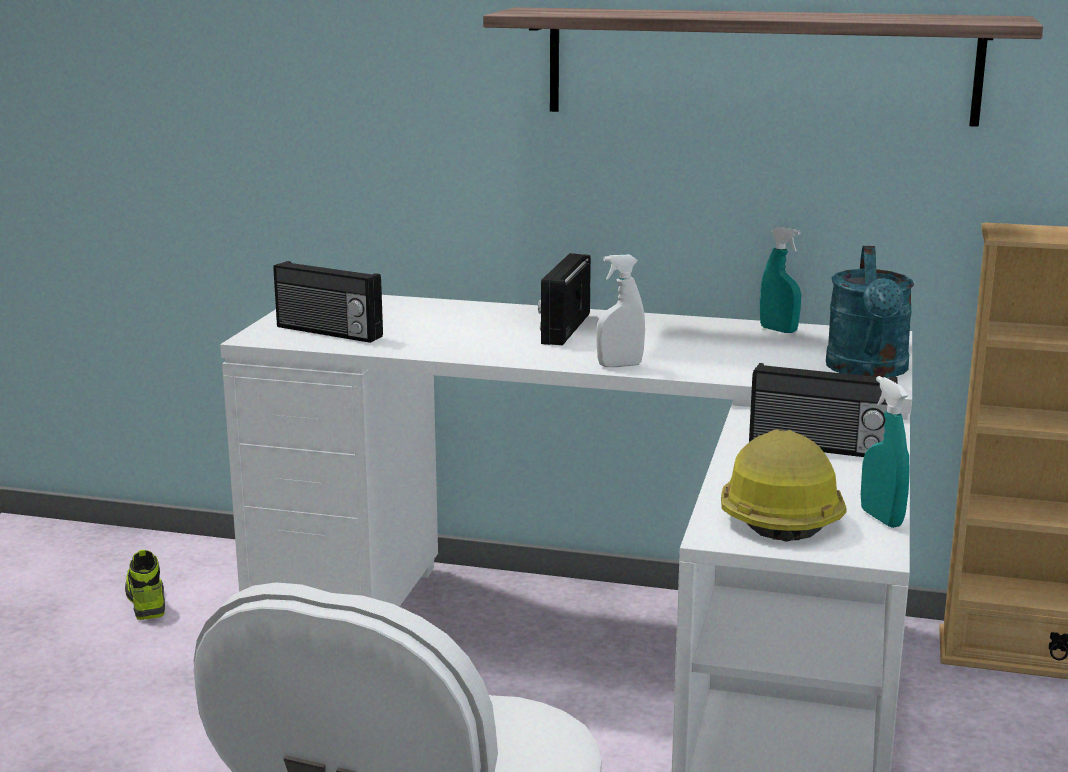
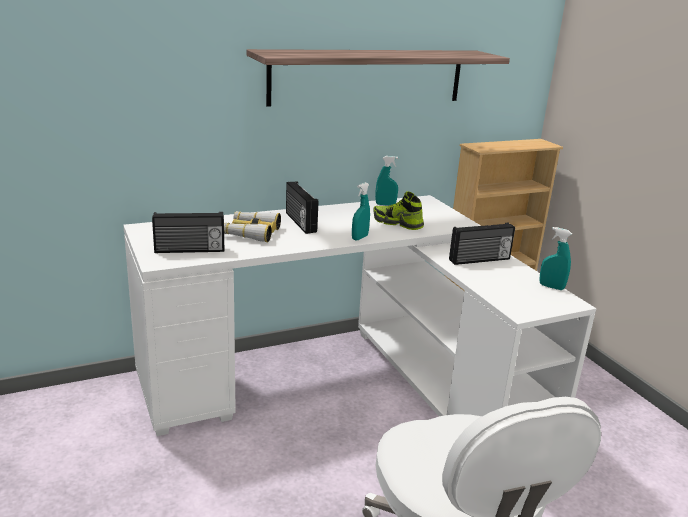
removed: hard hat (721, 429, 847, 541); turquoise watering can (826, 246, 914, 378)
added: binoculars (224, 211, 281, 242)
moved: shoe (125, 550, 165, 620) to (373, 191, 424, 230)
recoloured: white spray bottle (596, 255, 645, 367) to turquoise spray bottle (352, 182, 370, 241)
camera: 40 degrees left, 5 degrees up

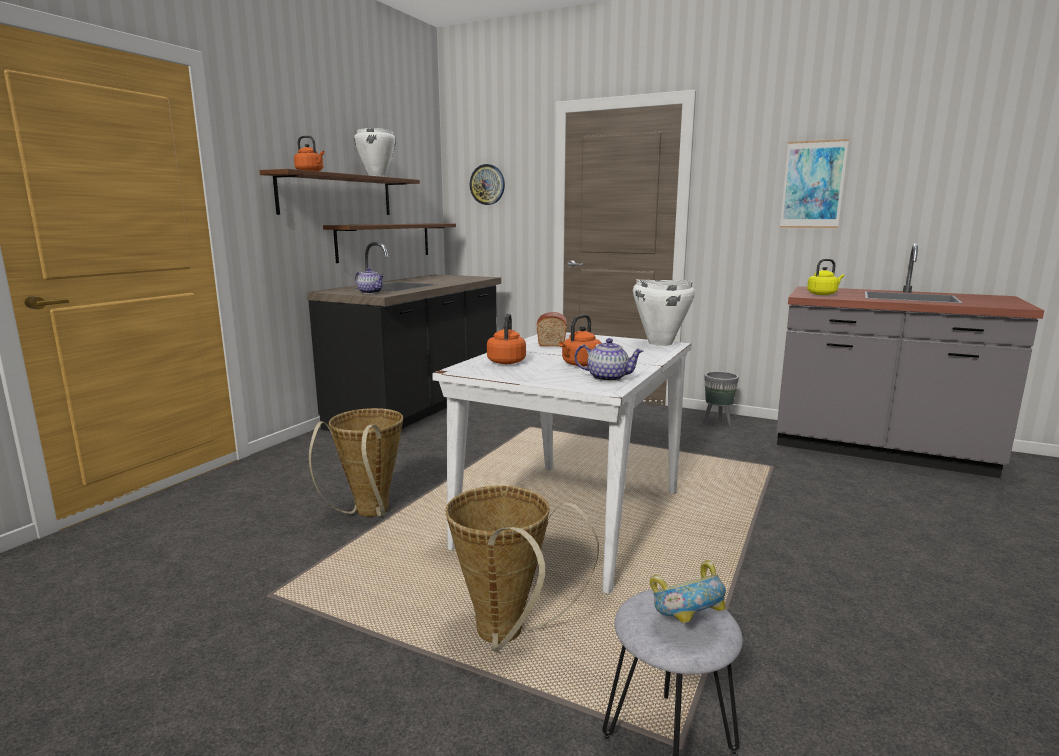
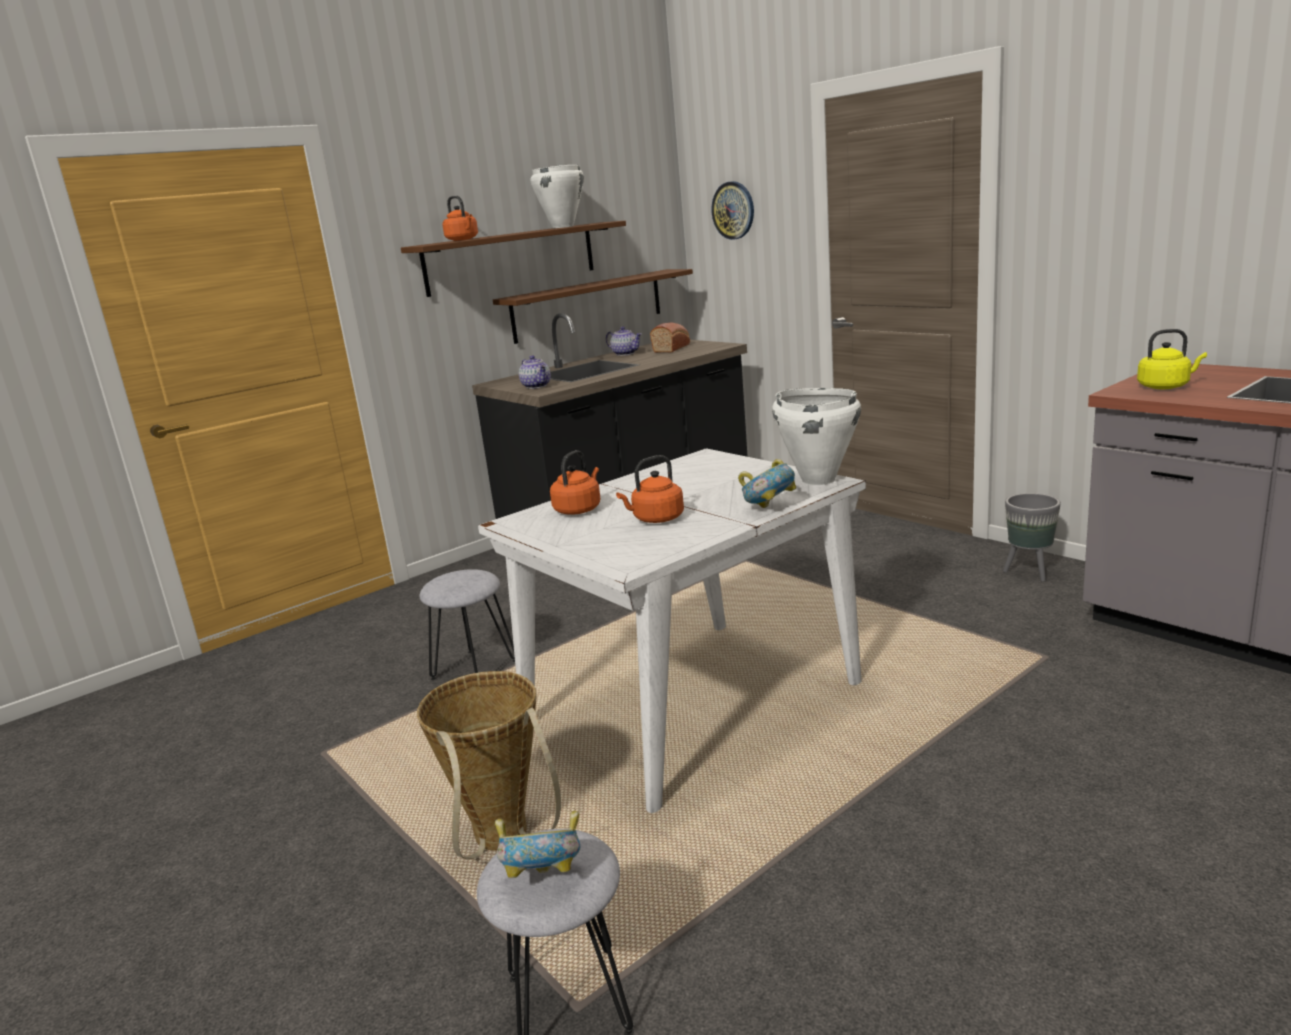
removed: picture (780, 139, 849, 228)
added: bowl (738, 459, 796, 508)
moved: bread (537, 312, 567, 347) to (650, 323, 690, 353); teapot (574, 338, 644, 382) to (606, 327, 641, 356)
replaced: basket (309, 408, 403, 517) to grey stool (420, 569, 515, 680)
camera: 25 degrees right, 5 degrees up

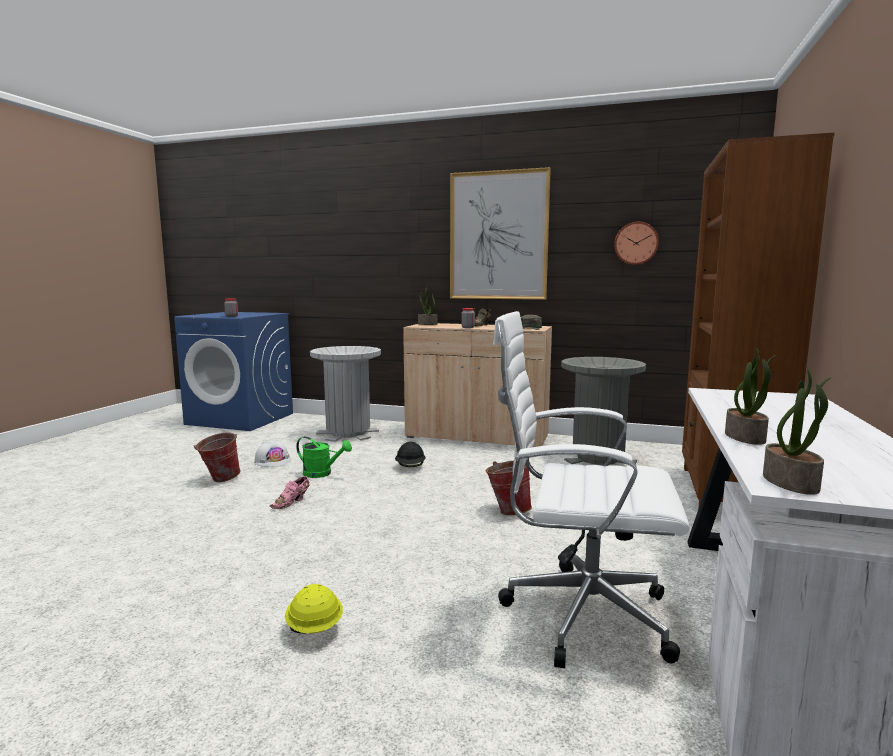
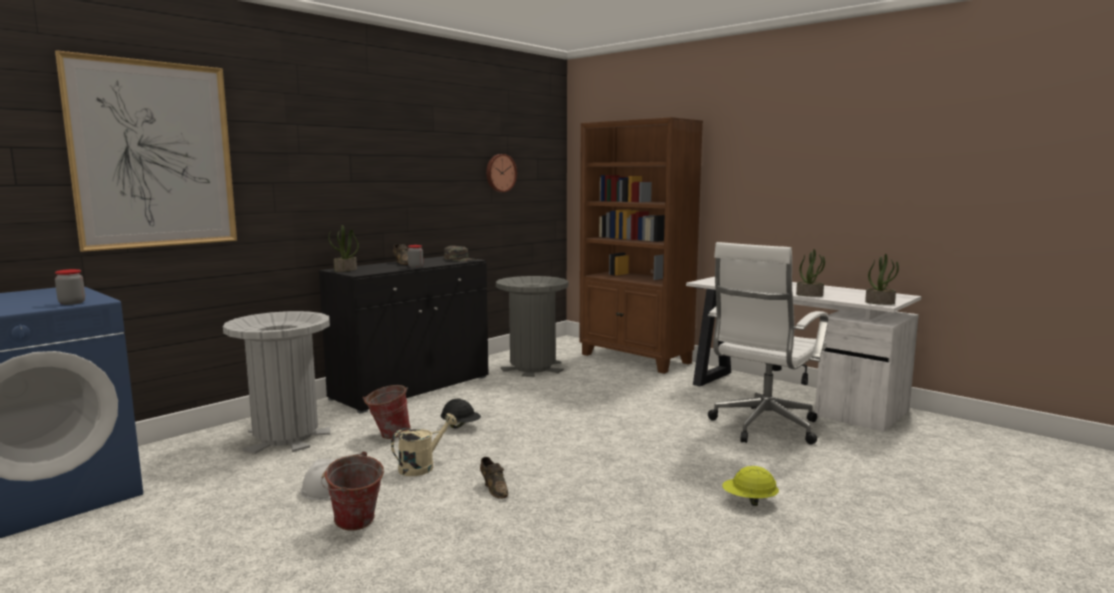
moved: picture (450, 167, 551, 300) to (55, 50, 237, 252); bucket (485, 461, 533, 515) to (363, 385, 411, 439)
recoloured: pink shoe (270, 476, 310, 509) to brown shoe (480, 457, 508, 499); green watering can (296, 437, 352, 478) to beige watering can (391, 413, 457, 476); beige cabinet (403, 323, 552, 447) to black cabinet (319, 256, 488, 414)
camera: 65 degrees left, 0 degrees up

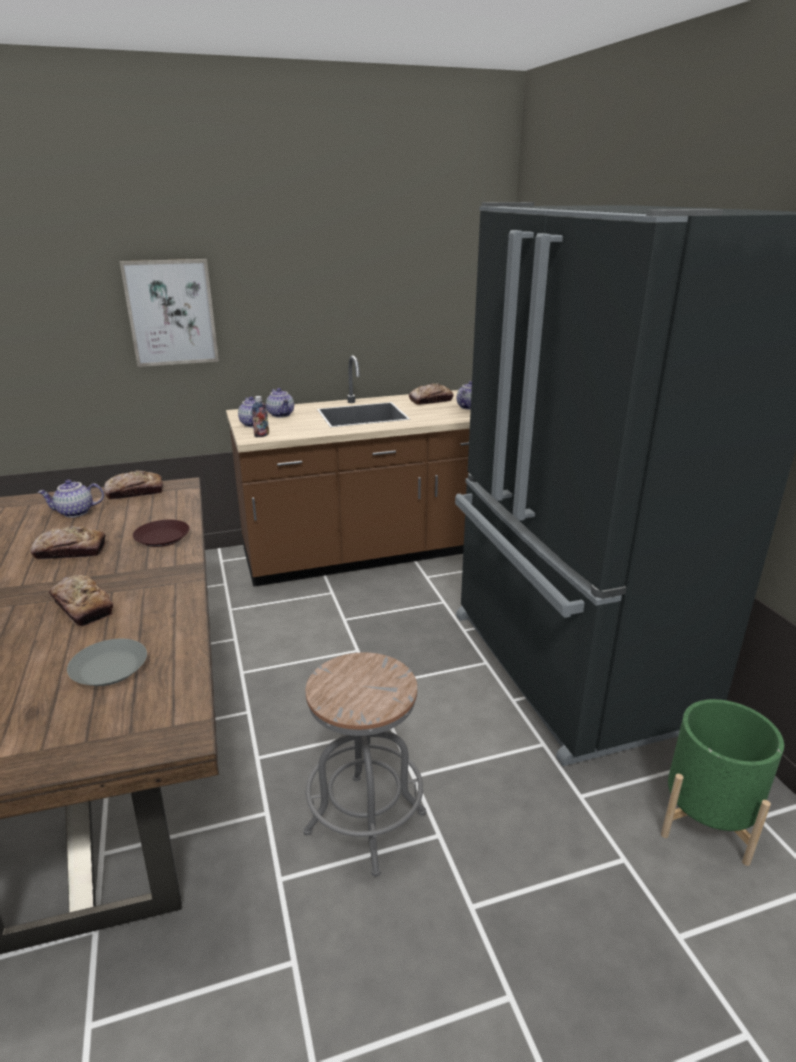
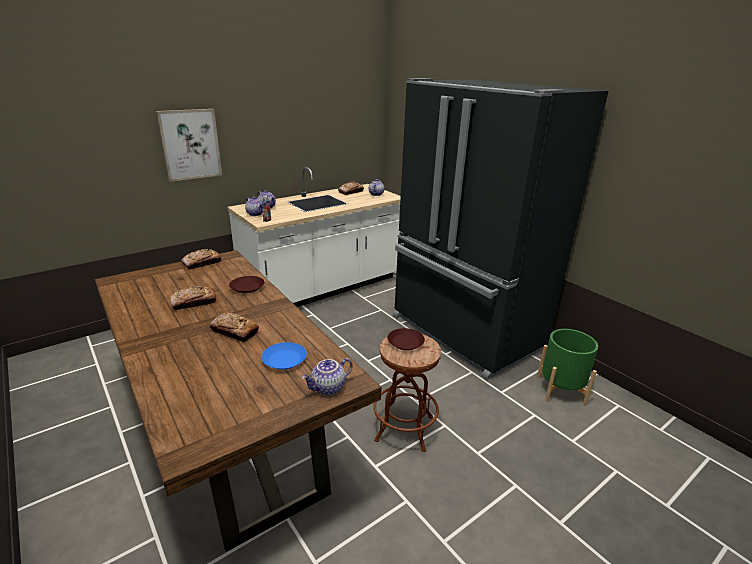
added: brown plate (387, 328, 425, 350)
moved: teapot (37, 480, 104, 517) to (302, 358, 353, 395)
recoloured: grey plate (67, 639, 147, 686) to blue plate (261, 342, 307, 370); brown counter (226, 356, 471, 587) to white counter (227, 167, 401, 307); grey stool (303, 653, 426, 877) to brown stool (373, 334, 441, 452)
camera: 20 degrees left, 0 degrees up

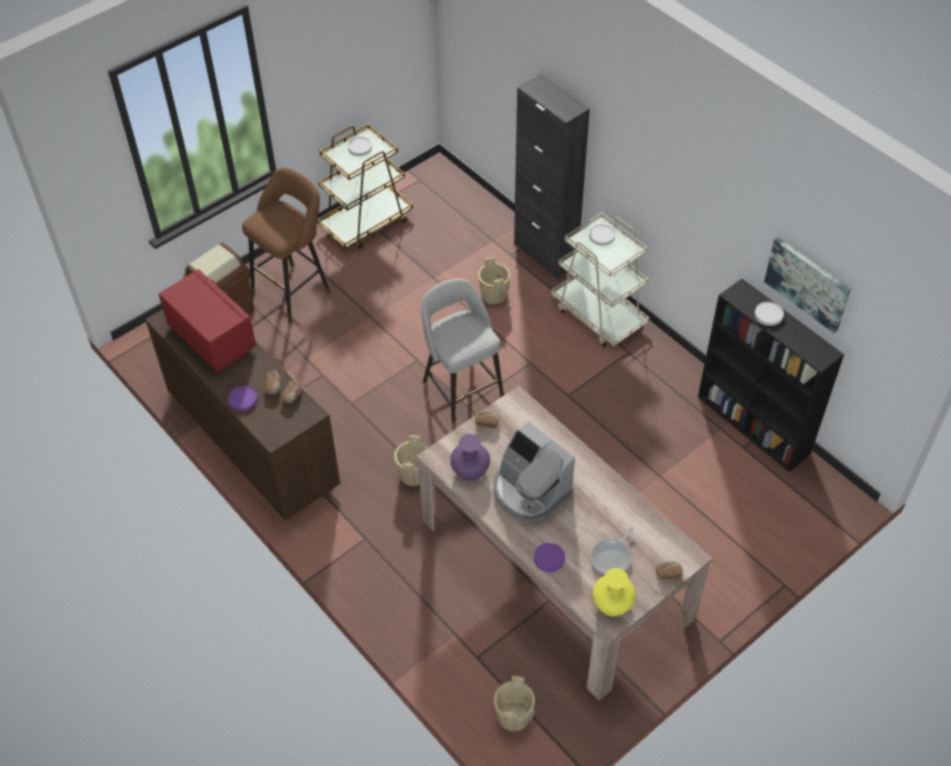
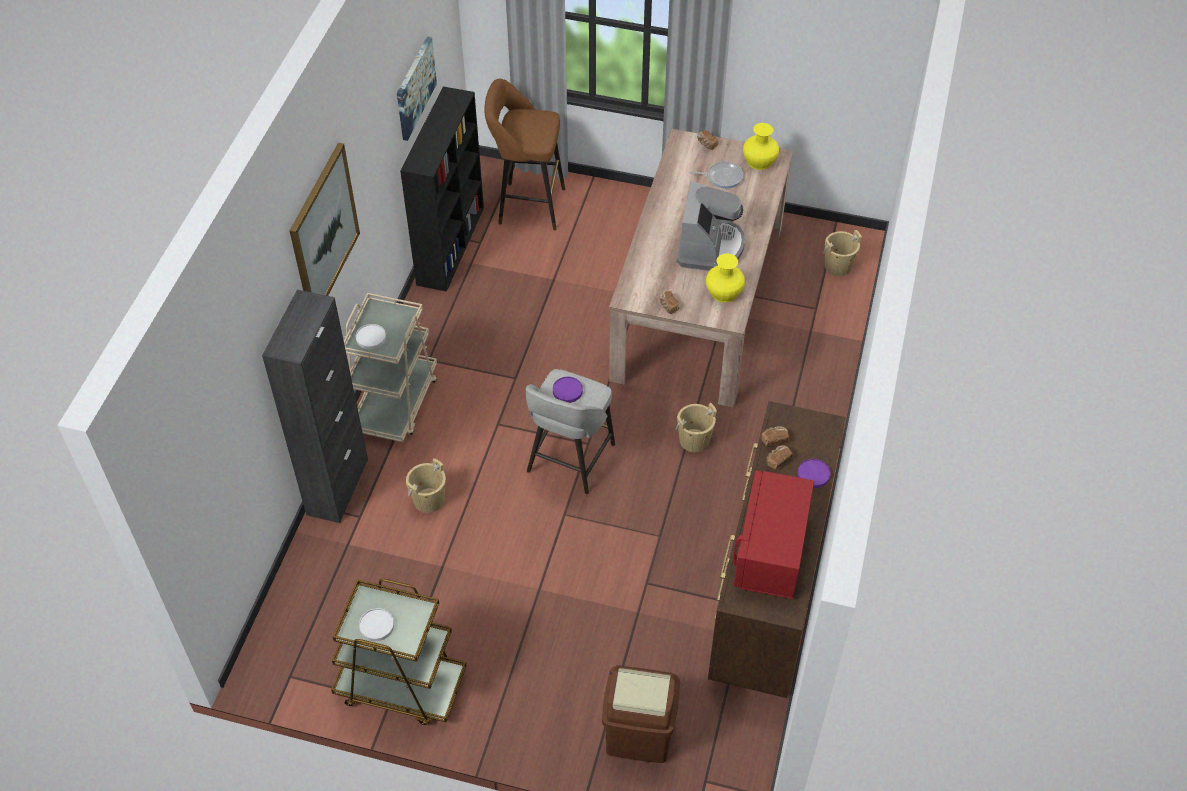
removed: white plate (755, 302, 784, 326)
added: picture (289, 143, 360, 296)
moved: brown stool (242, 168, 330, 323) to (485, 79, 565, 230); purple plate (534, 543, 565, 572) to (553, 377, 583, 403)
recoloured: purple vase (450, 434, 490, 481) to yellow vase (706, 253, 745, 302)
camera: 125 degrees left, 0 degrees up

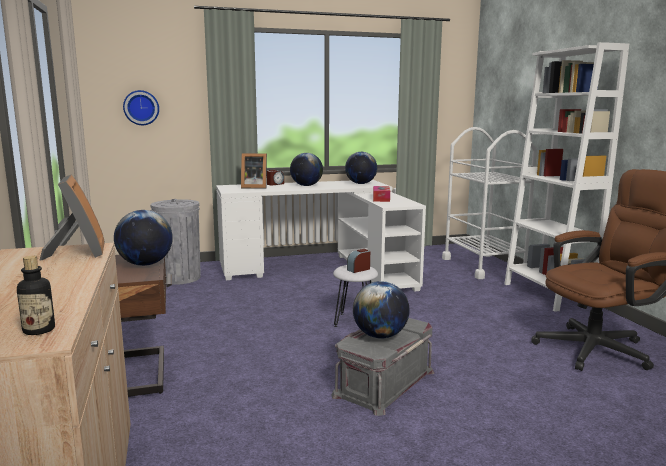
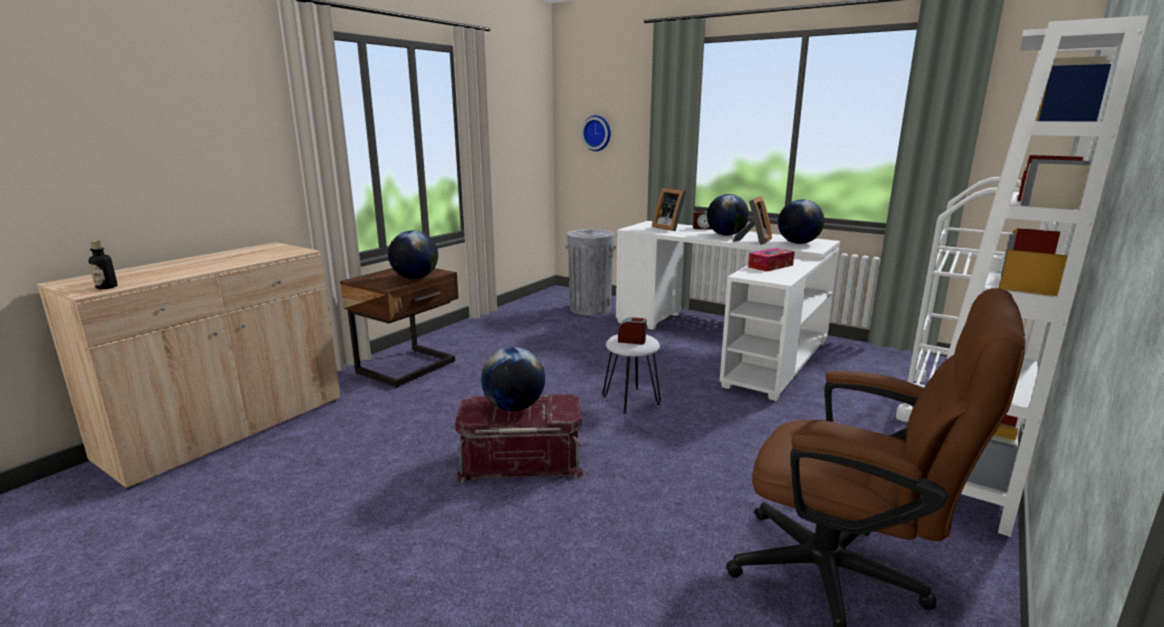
moved: picture frame (40, 175, 105, 260) to (733, 196, 772, 245)
recoloured: grey storage box (331, 318, 434, 416) to red storage box (455, 394, 584, 483)
camera: 50 degrees right, 5 degrees up

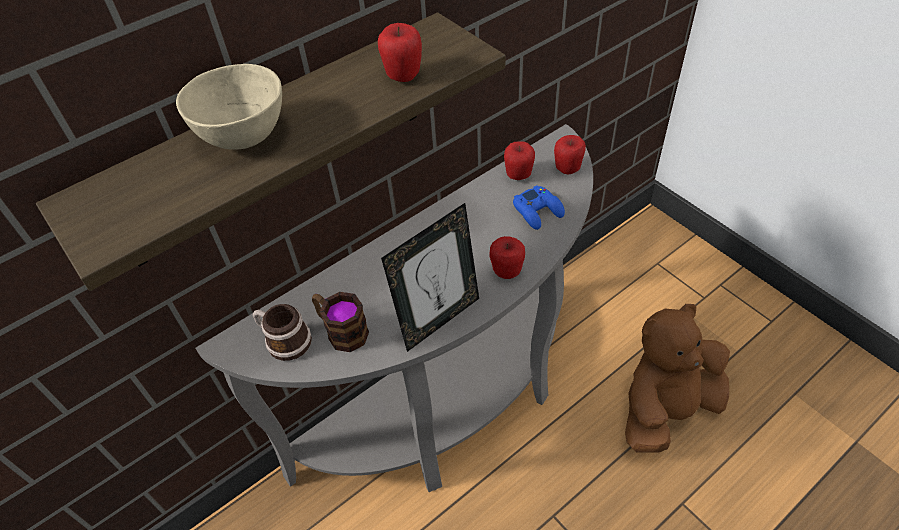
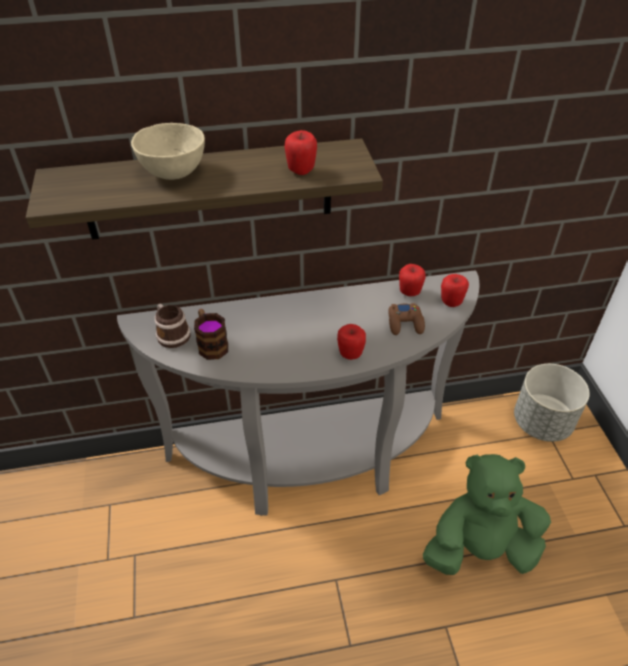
removed: picture frame (381, 203, 479, 352)
added: grey planter (514, 364, 590, 442)
recoloured: blue game controller (513, 185, 565, 230) to brown game controller (388, 303, 425, 335); brown plush toy (625, 304, 730, 453) to green plush toy (423, 454, 551, 575)
camera: 25 degrees right, 5 degrees down

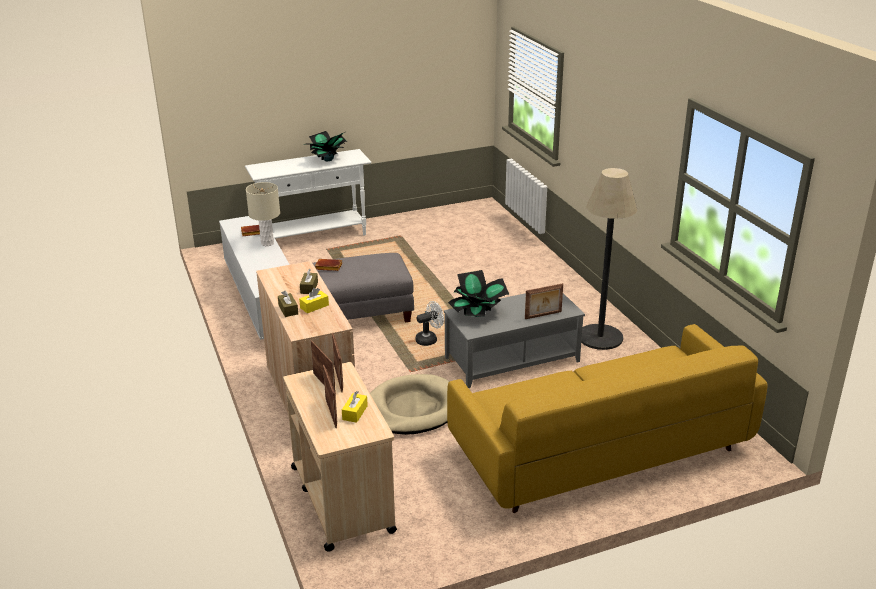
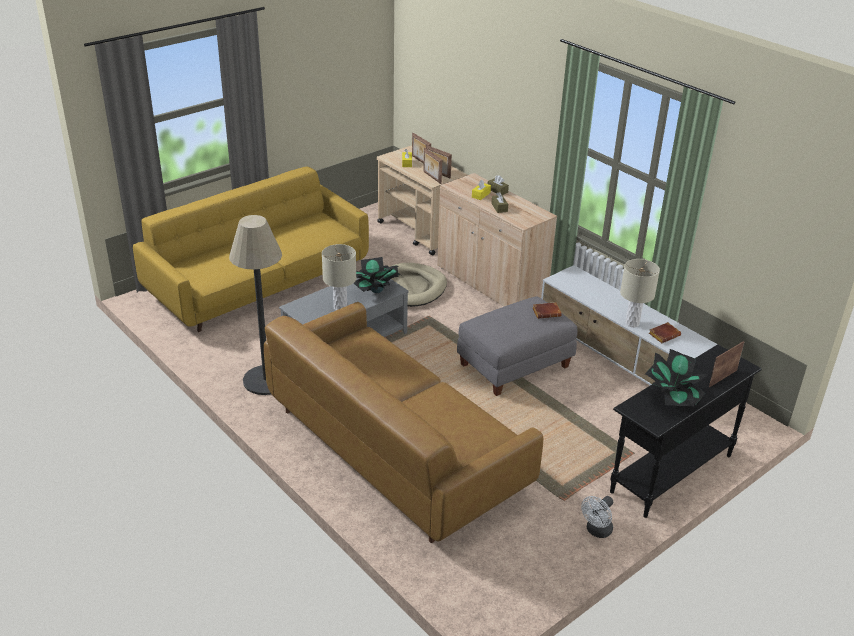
added: brown sofa (264, 302, 543, 543); beige table lamp (322, 244, 356, 310)
moved: white fan (415, 301, 444, 346) to (581, 496, 613, 538); picture frame (525, 283, 563, 319) to (709, 341, 745, 387)
recoloured: white console table (245, 149, 371, 239) to black console table (610, 344, 762, 518)
camera: 160 degrees right, 5 degrees up

